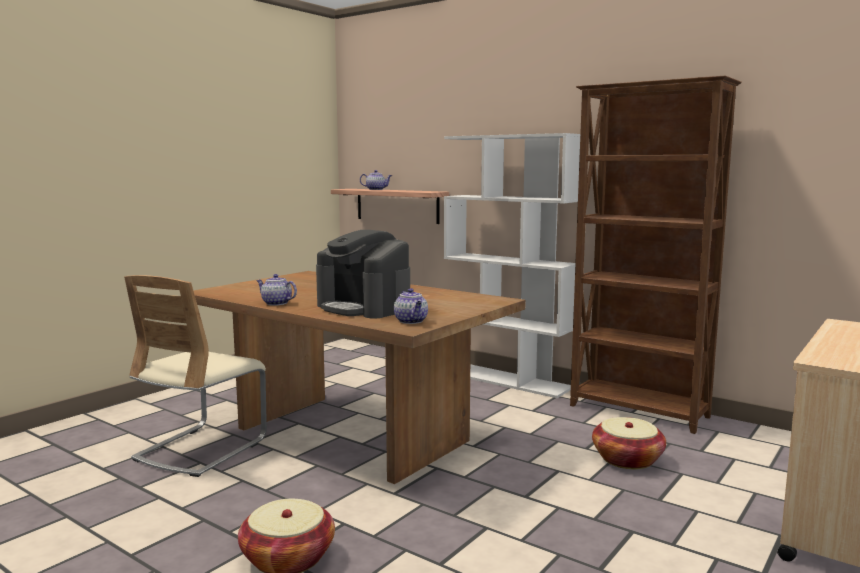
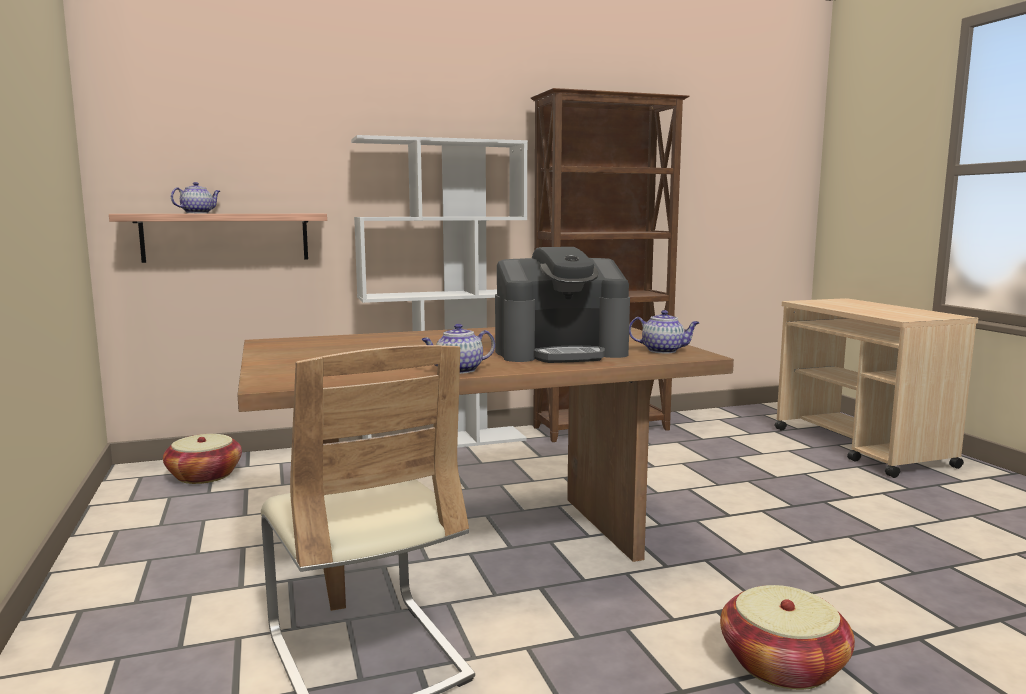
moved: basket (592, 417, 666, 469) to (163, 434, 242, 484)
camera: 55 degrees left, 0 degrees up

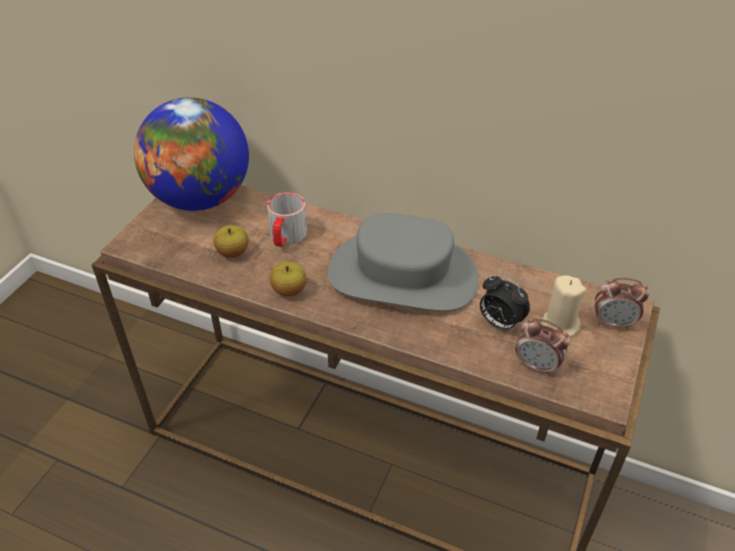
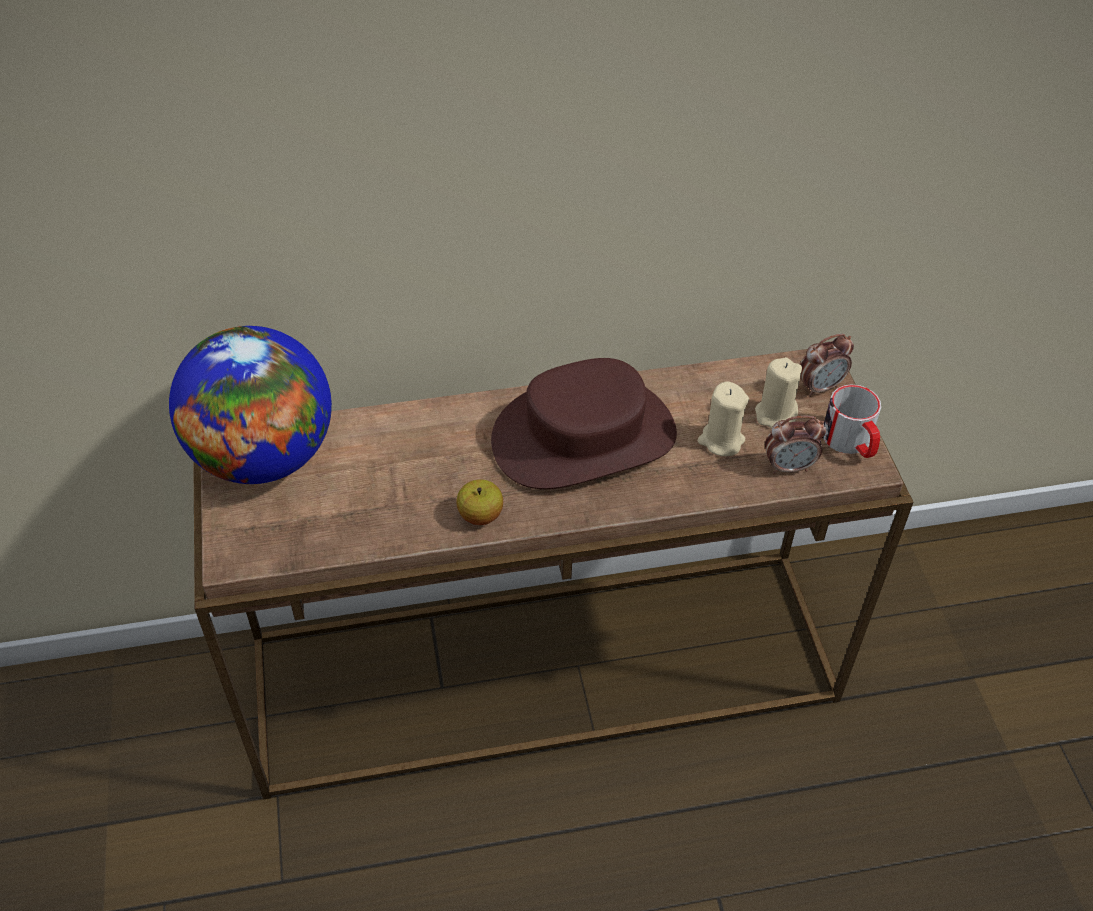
removed: apple (214, 225, 248, 258)
moved: mug (267, 192, 307, 247) to (823, 384, 881, 458)
replaced: alarm clock (480, 275, 530, 333) to beige candle (698, 381, 749, 456)
recoloured: grey hat (328, 213, 479, 311) to brown hat (491, 358, 677, 489)
camera: 35 degrees left, 5 degrees up

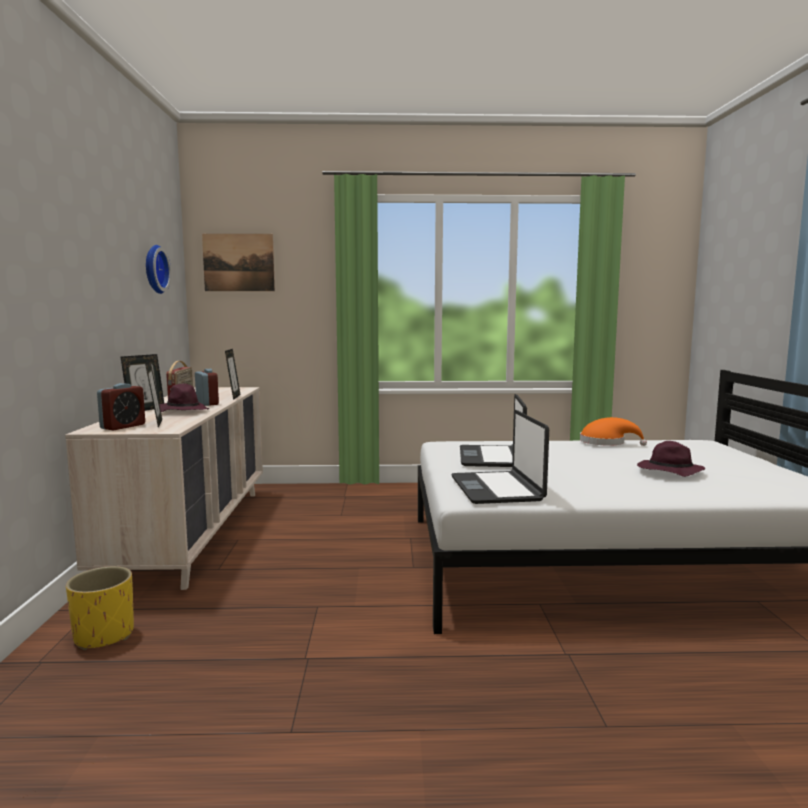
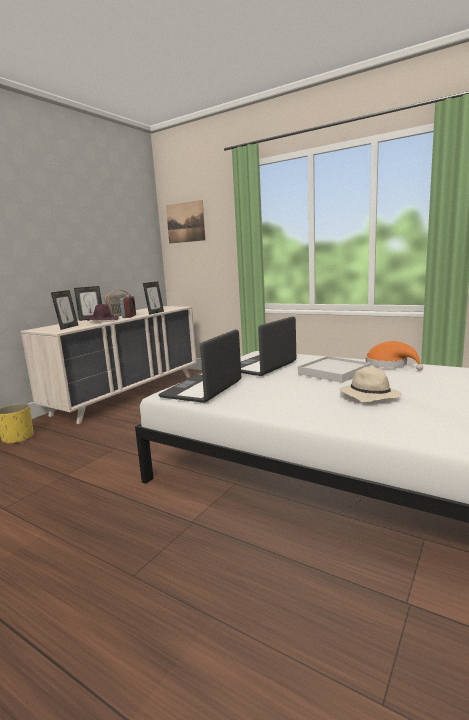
removed: alarm clock (97, 383, 145, 430); wall clock (146, 245, 171, 294)
added: white tray (298, 356, 371, 383)
recoloured: purple hat (637, 441, 705, 477) to beige hat (339, 366, 402, 402)
camera: 35 degrees right, 5 degrees up

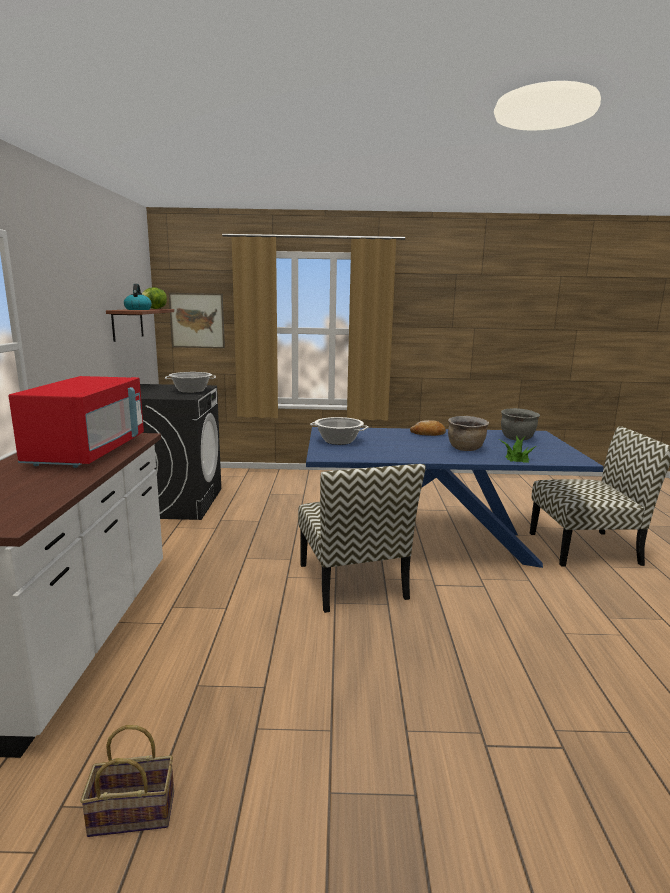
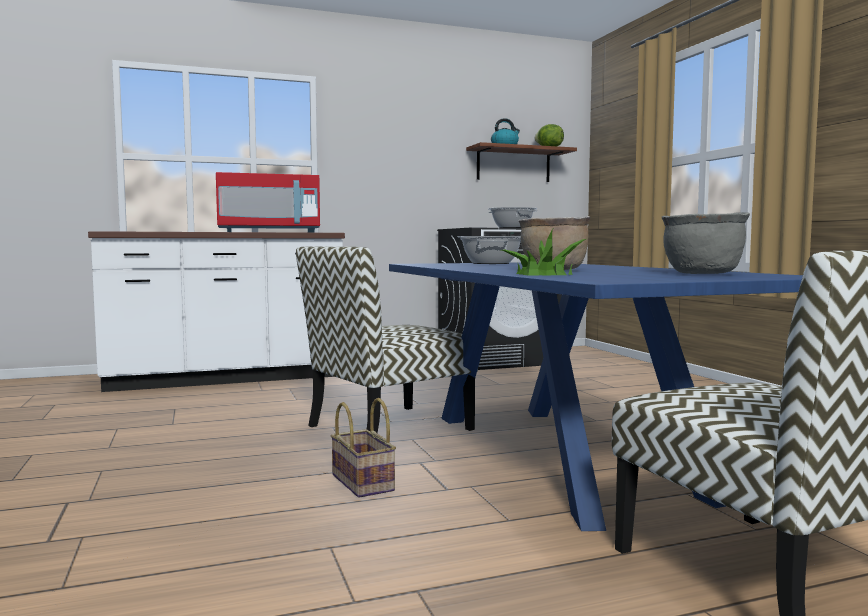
removed: picture (169, 293, 225, 348); bread (410, 420, 446, 436)
moved: basket (80, 725, 174, 837) to (331, 398, 396, 498)
camera: 70 degrees right, 10 degrees down

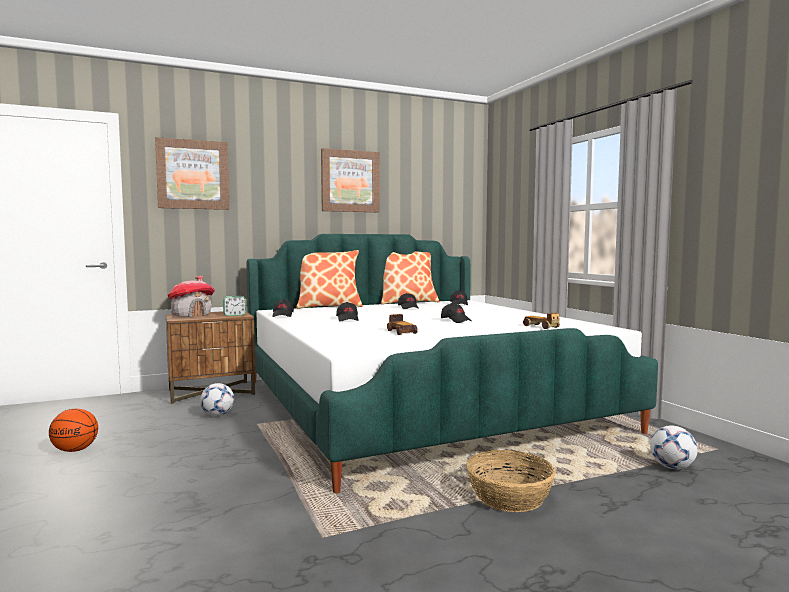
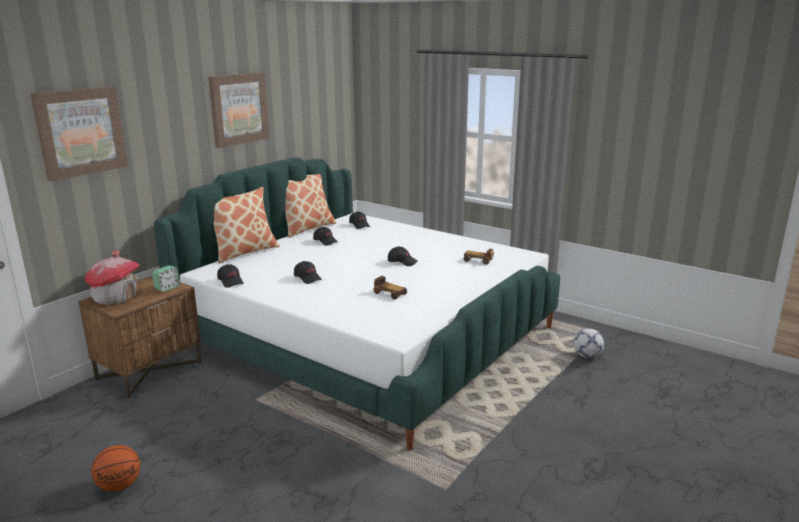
removed: football (200, 383, 234, 416); basket (466, 450, 556, 512)
camera: 30 degrees left, 15 degrees up

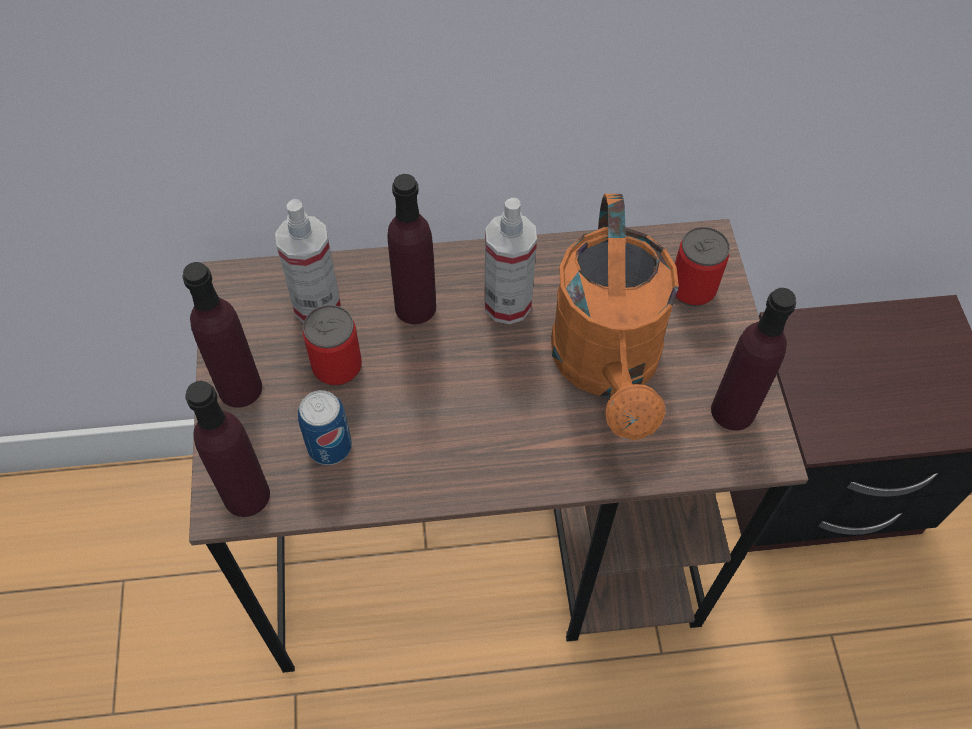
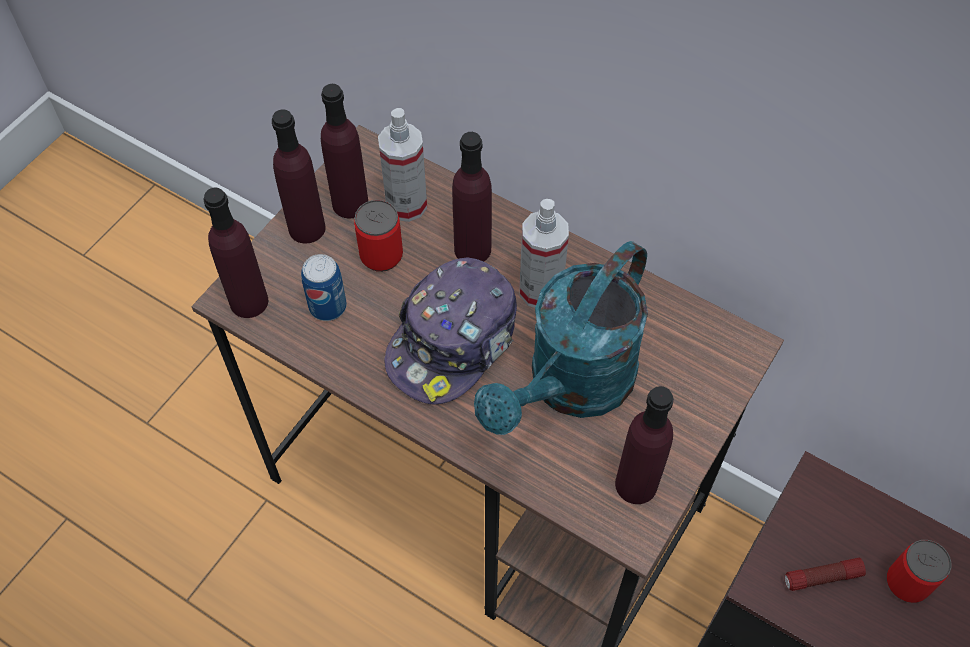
added: purple bottle (321, 84, 368, 218); cap (384, 257, 517, 404); flashlight (785, 558, 866, 591)
moved: can (675, 227, 730, 306) to (887, 540, 951, 603)
recoloured: orange watering can (551, 194, 679, 440) to turquoise watering can (474, 241, 648, 435)
camera: 40 degrees right, 0 degrees up

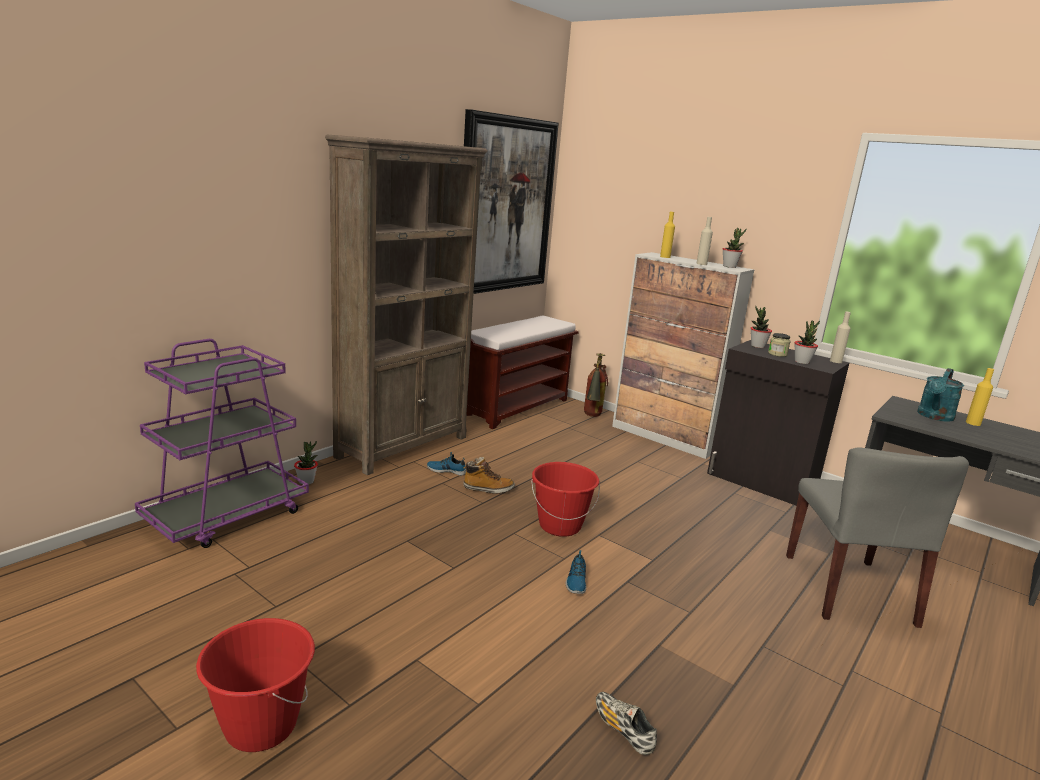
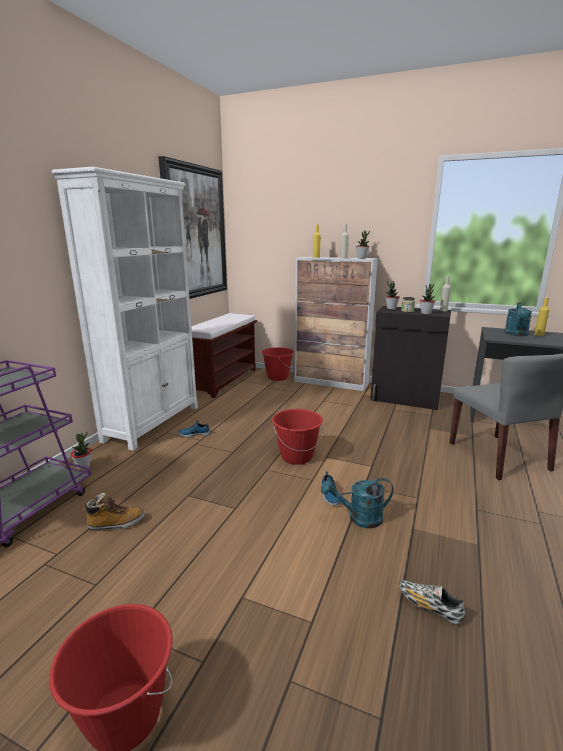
added: turquoise watering can (321, 478, 393, 528)
moved: boot (463, 457, 515, 494) to (83, 493, 145, 531)
replaced: fire extinguisher (584, 353, 608, 417) to red bucket (262, 347, 294, 381)
recoloured: brown bookcase (325, 134, 488, 475) to white bookcase (52, 167, 198, 451)
camera: 15 degrees left, 0 degrees up

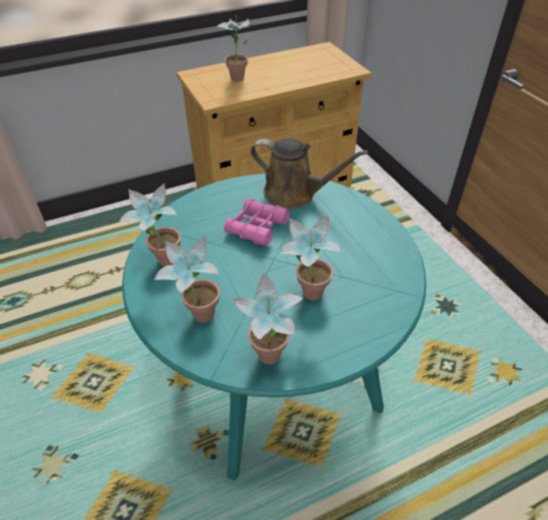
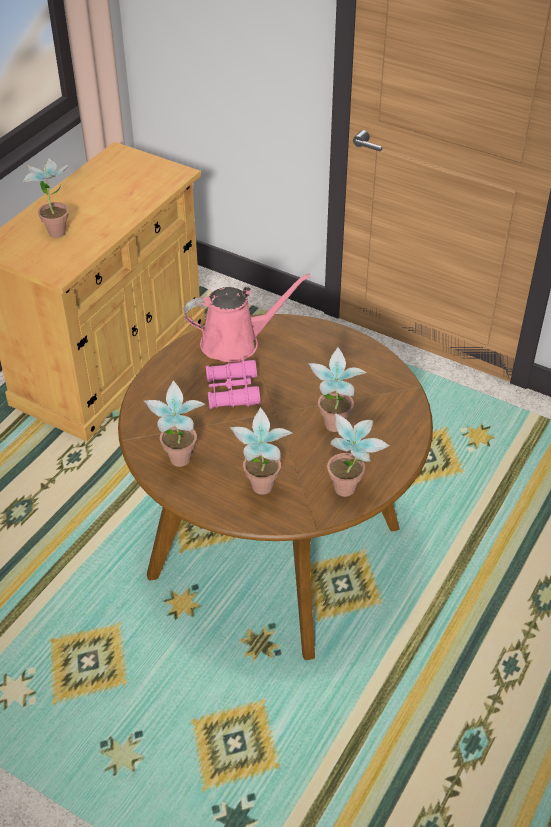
recoloured: turquoise dining table (122, 174, 426, 480) to brown dining table (118, 314, 433, 660); brown watering can (251, 138, 368, 209) to pink watering can (183, 274, 311, 363)
camera: 35 degrees left, 0 degrees up

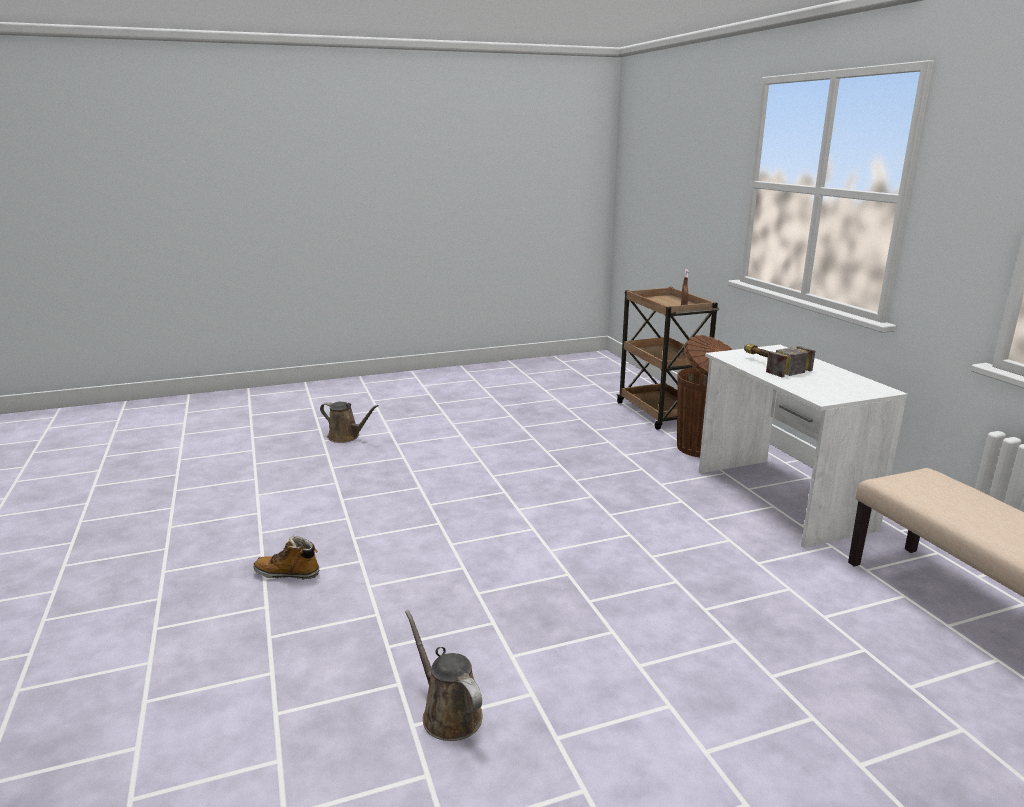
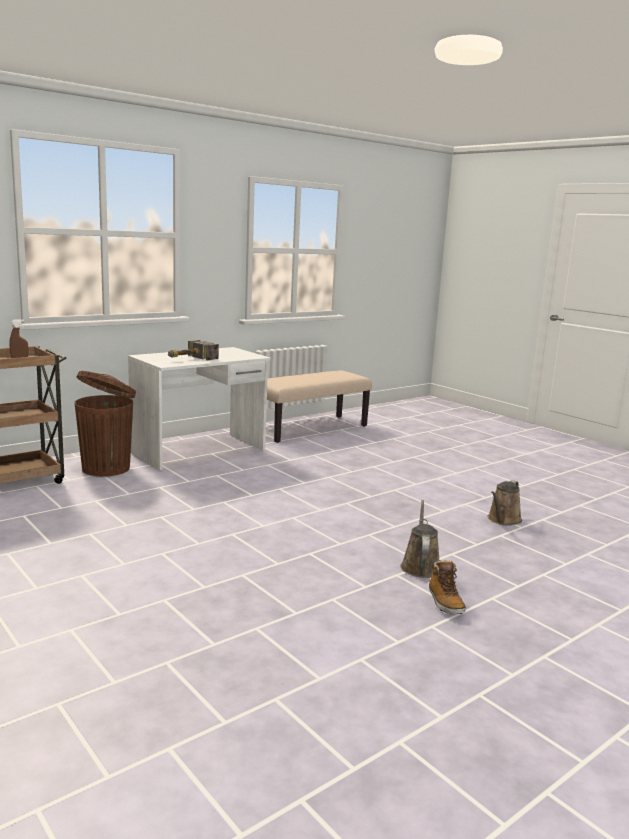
moved: brown watering can (320, 402, 379, 443) to (401, 500, 439, 578)
camera: 110 degrees left, 5 degrees down

